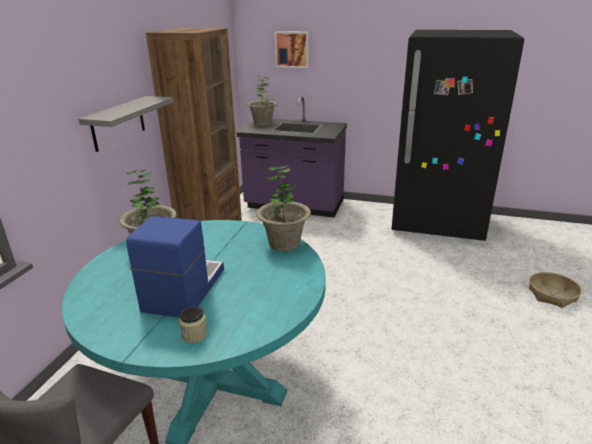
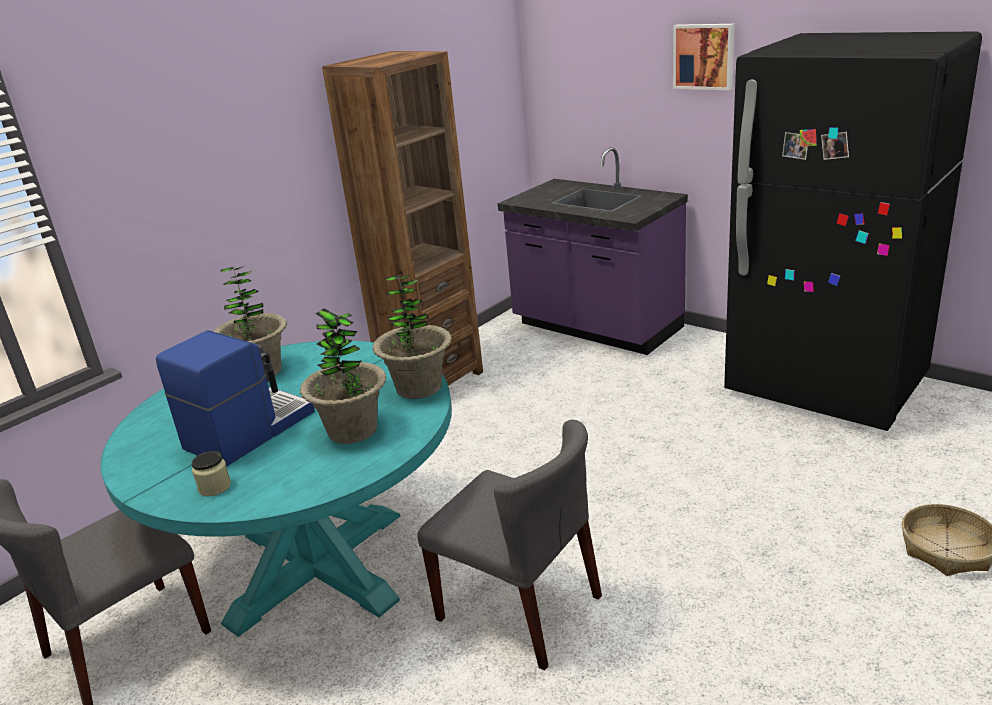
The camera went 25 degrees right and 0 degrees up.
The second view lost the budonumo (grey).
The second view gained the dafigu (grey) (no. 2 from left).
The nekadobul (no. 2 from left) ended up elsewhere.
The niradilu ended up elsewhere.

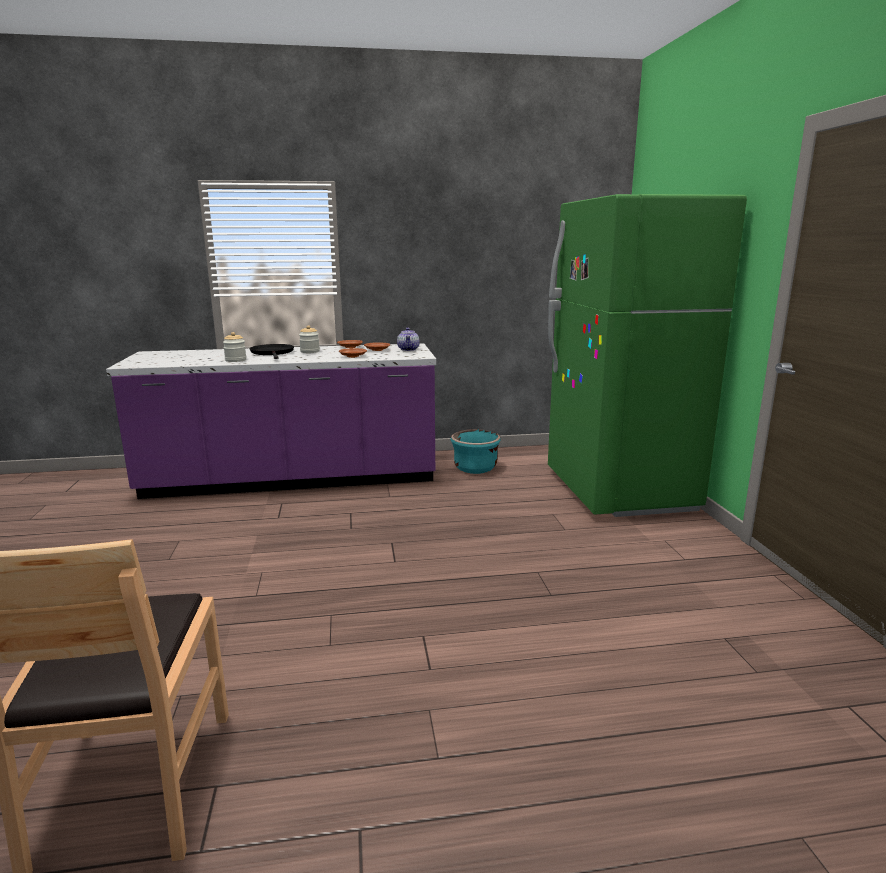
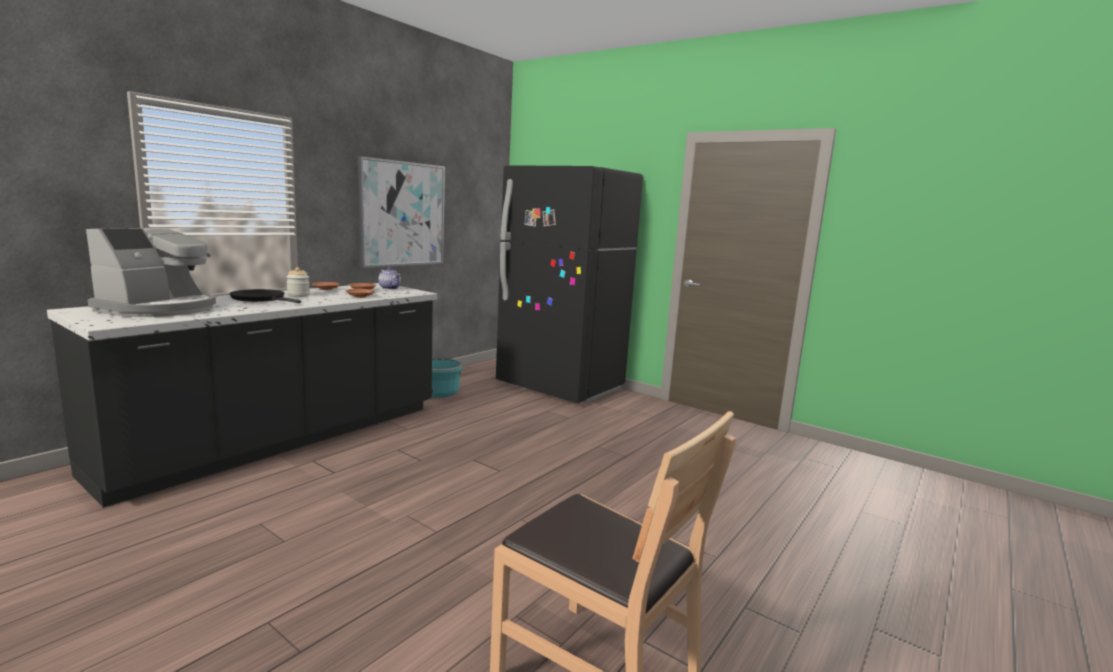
The camera went 45 degrees left and 5 degrees down.
The second view lost the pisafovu (no. 1 from left).
The second view gained the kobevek.
The second view gained the niradilu.
What was the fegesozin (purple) turned into the fegesozin (black).
What was the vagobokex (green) turned into the vagobokex (black).

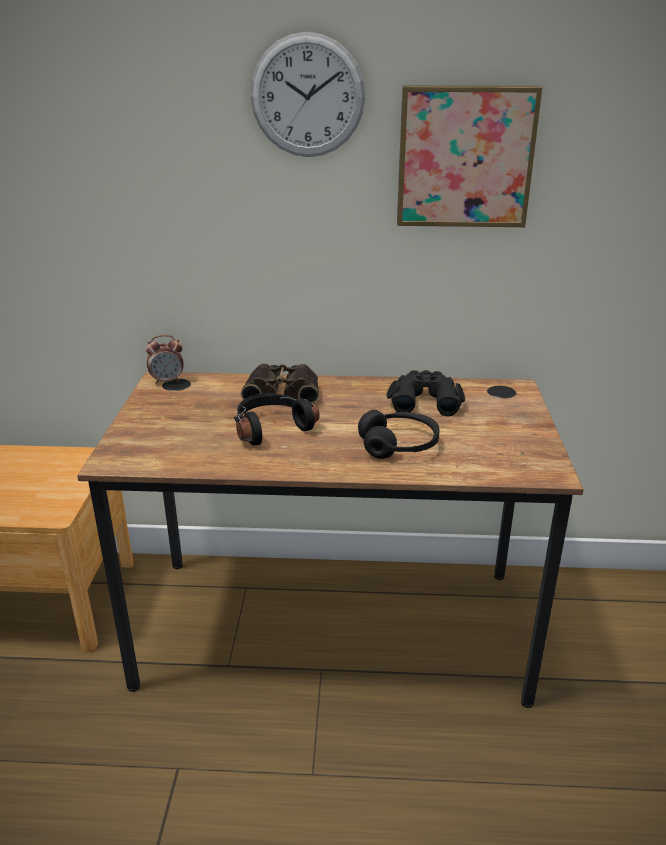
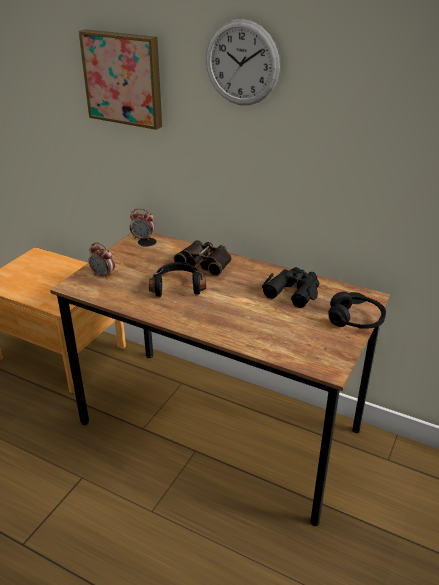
The camera went 25 degrees right and 5 degrees up.
The second view gained the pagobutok (no. 1 from left).
The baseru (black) (no. 2 from left) ended up elsewhere.
The niradilu ended up elsewhere.

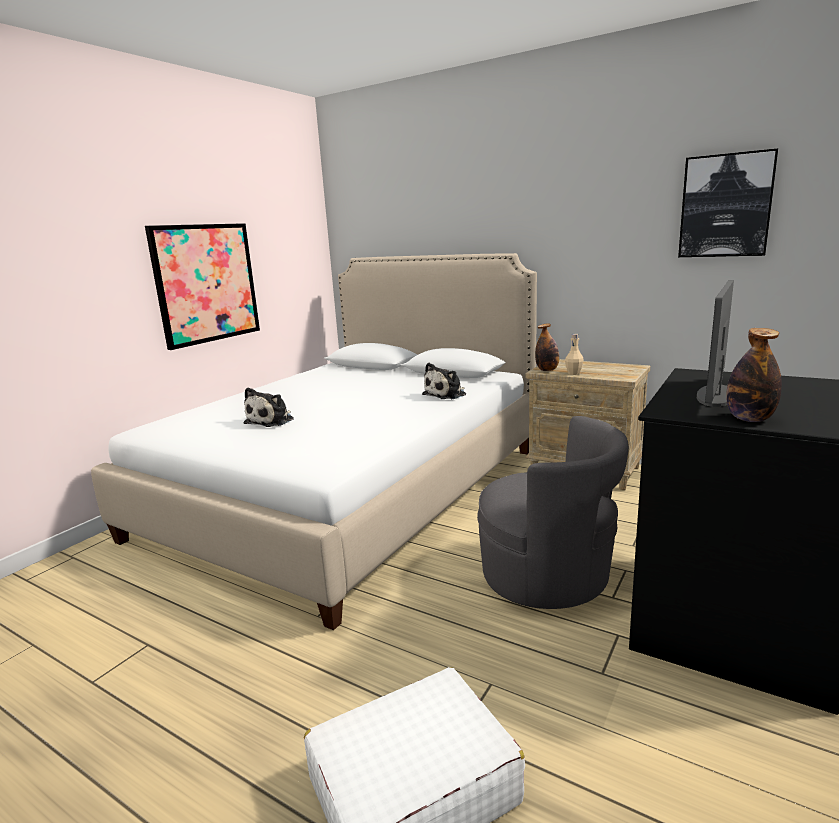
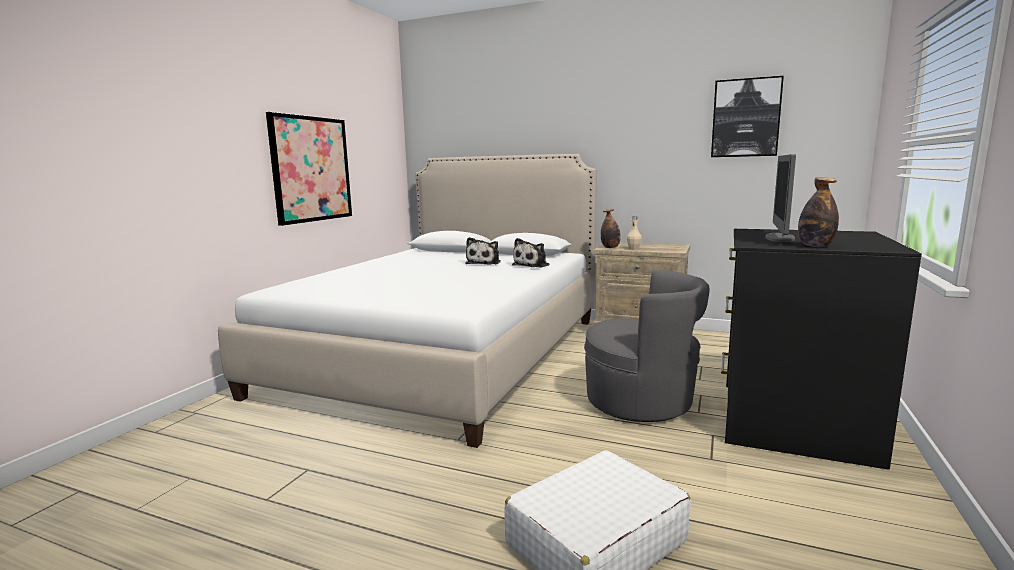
The camera went 10 degrees left and 5 degrees down.
The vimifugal (no. 1 from left) ended up elsewhere.

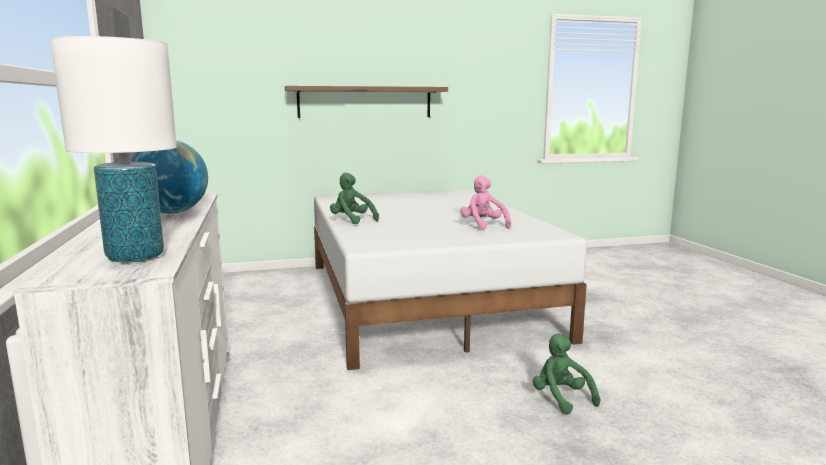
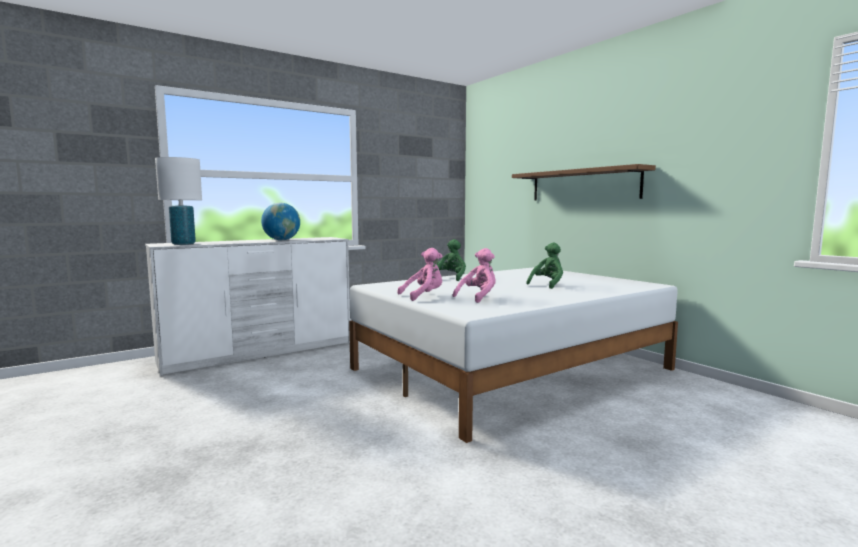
The camera went 70 degrees right and 5 degrees down.
The second view gained the vimifugal (pink) (no. 1 from left).
The vimifugal (green) (no. 2 from left) ended up elsewhere.

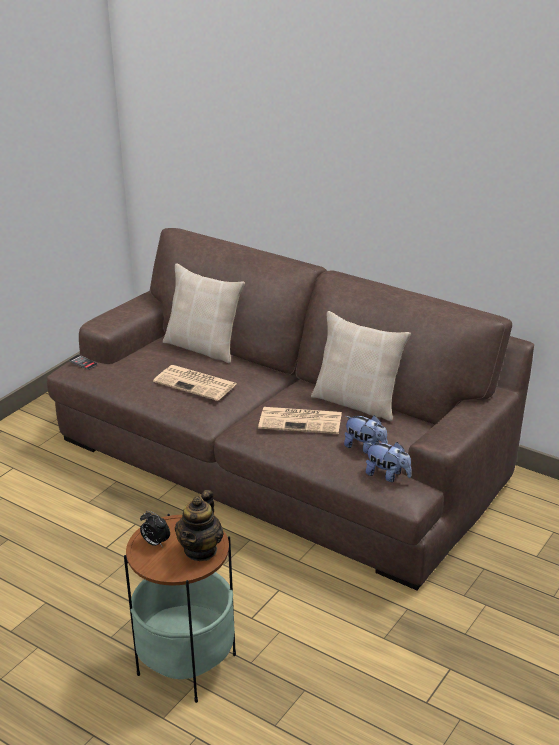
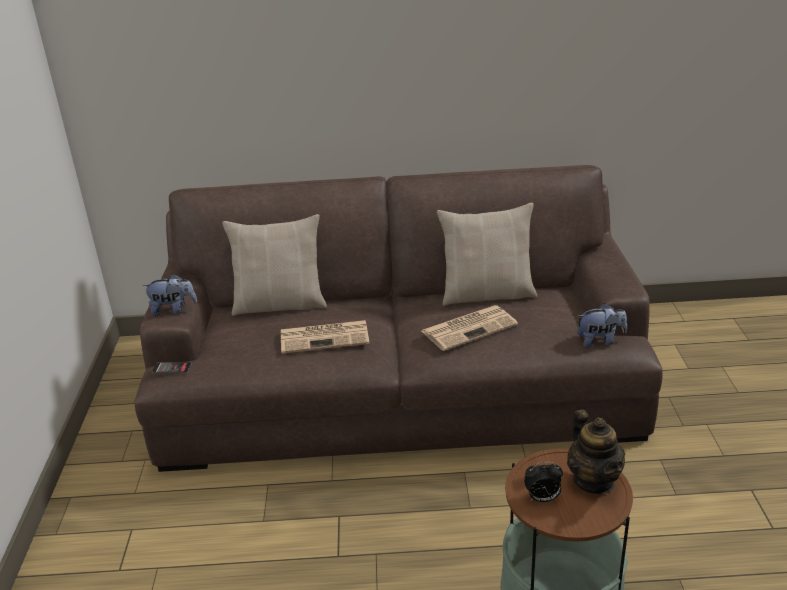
The camera went 35 degrees left and 0 degrees up.
The vimifugal (no. 1 from left) ended up elsewhere.

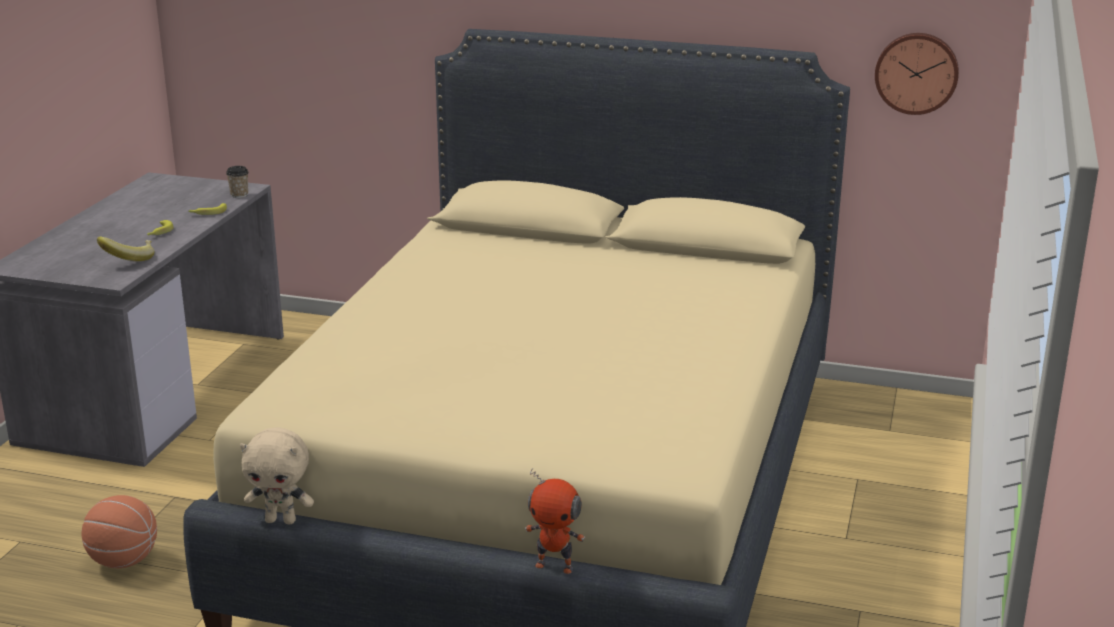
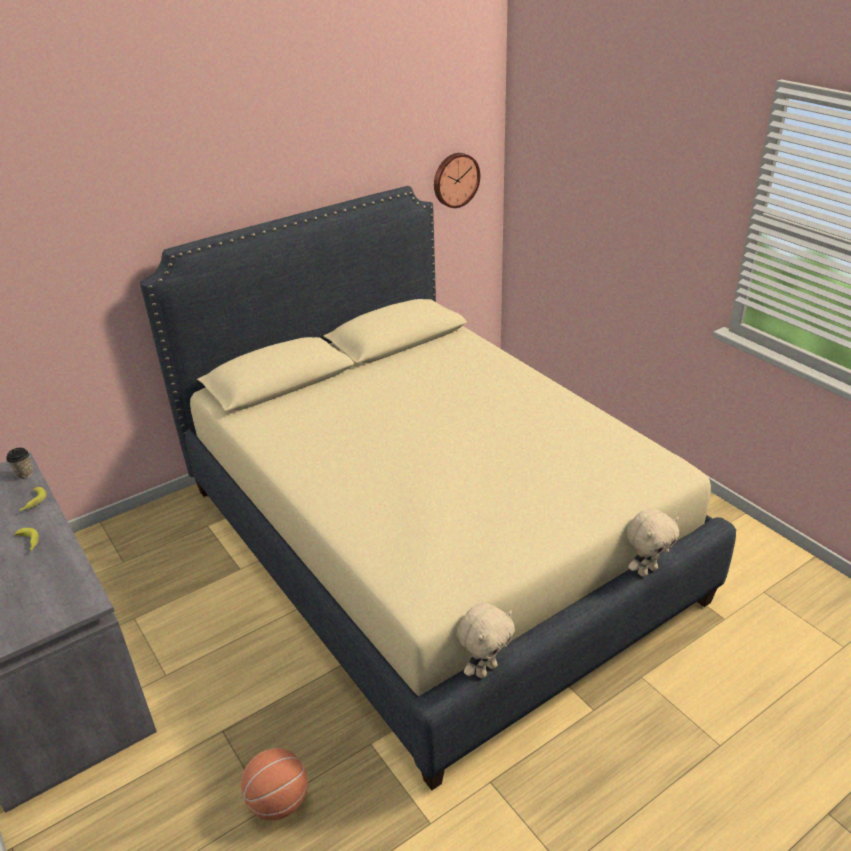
The camera went 50 degrees left and 10 degrees up.
The second view lost the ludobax (no. 1 from left).
Where the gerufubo stood, the vimifugal (beige) (no. 2 from left) came to stand.

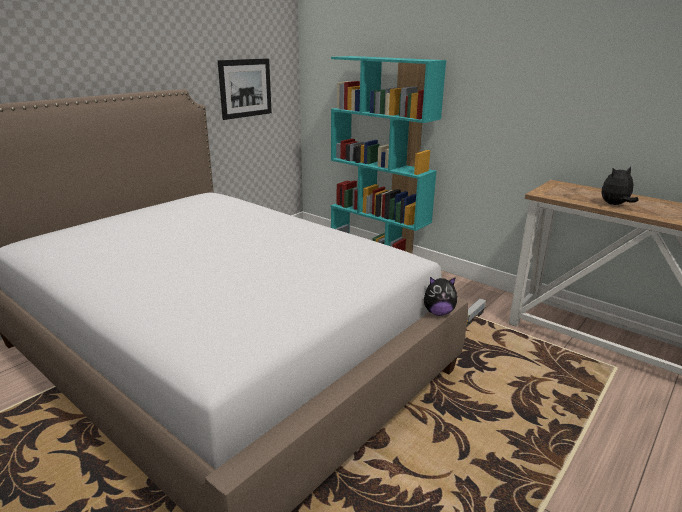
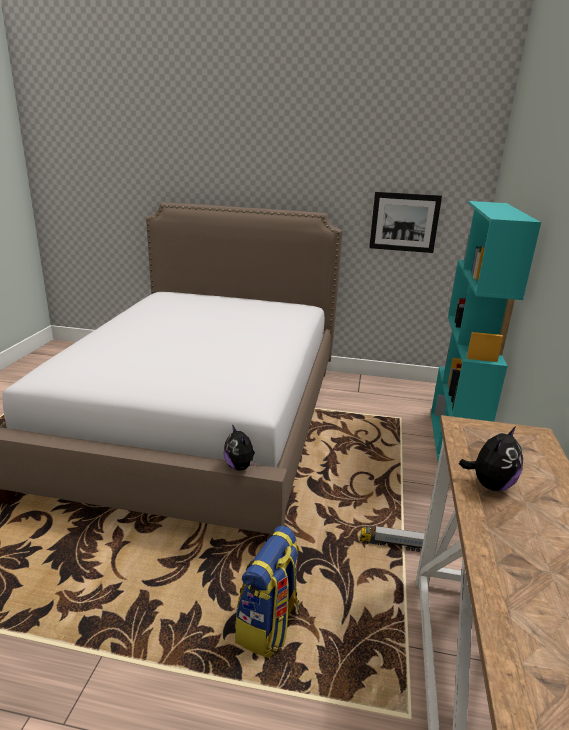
The camera went 60 degrees right and 0 degrees up.
The second view gained the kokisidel.
The vimifugal (no. 2 from left) ended up facing another way, 90 degrees clockwise from before.

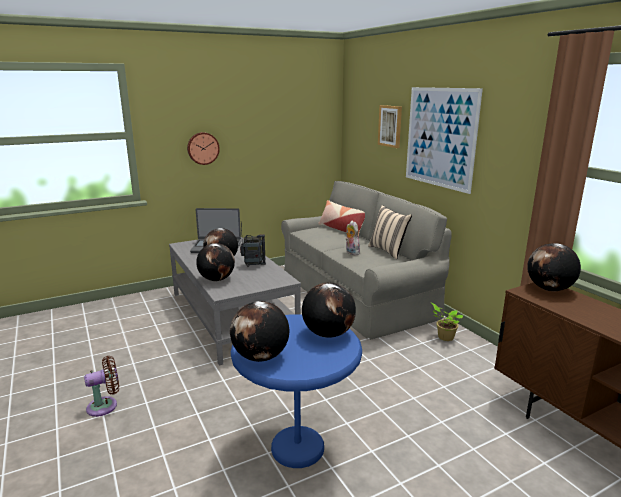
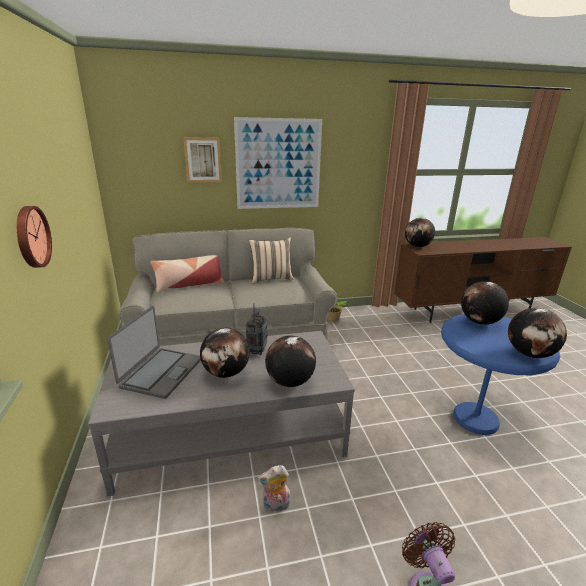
The camera went 75 degrees left and 5 degrees up.
The vimifugal ended up elsewhere.

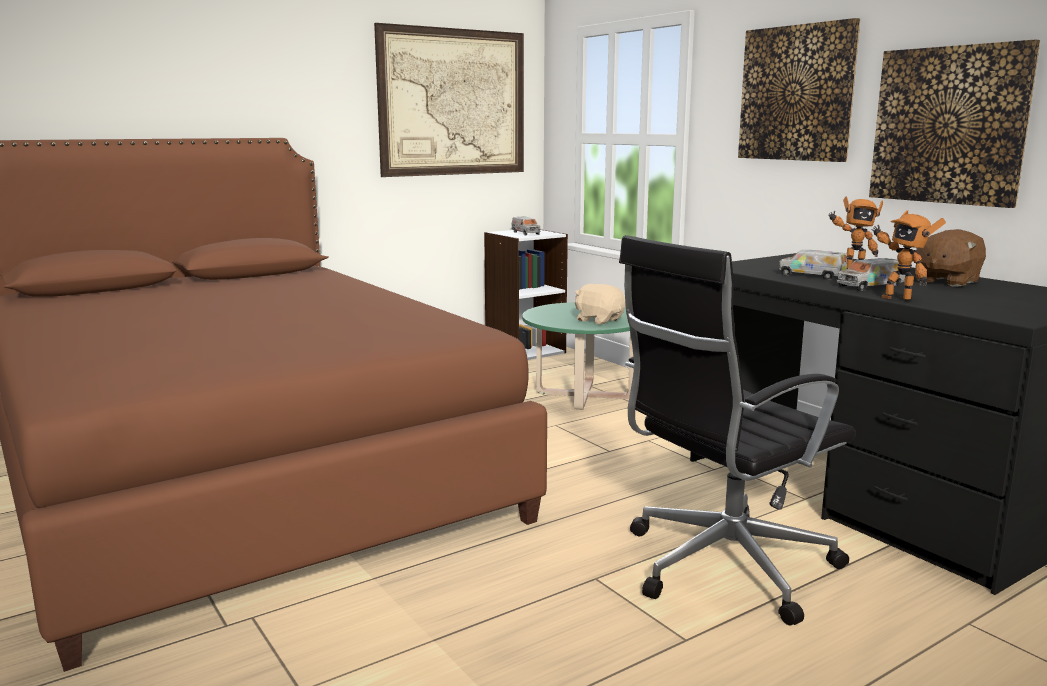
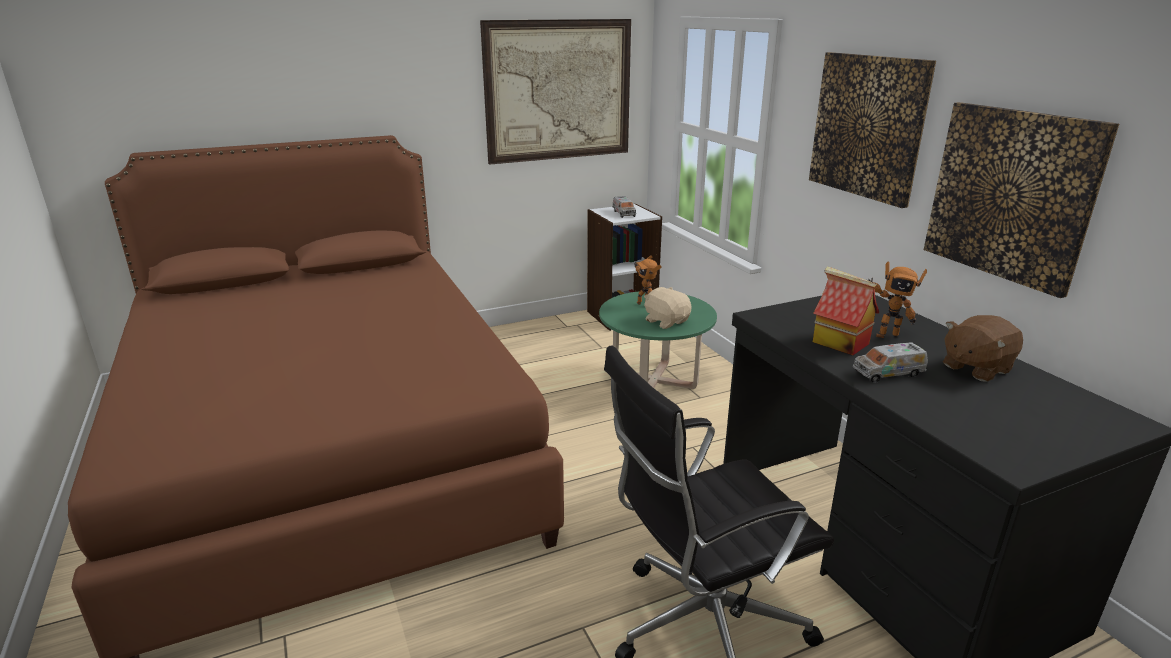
The camera went 10 degrees right and 10 degrees up.
The gerufubo (no. 2 from left in the first image) ended up elsewhere.
Where the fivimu (no. 2 from left) stood, the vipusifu came to stand.

